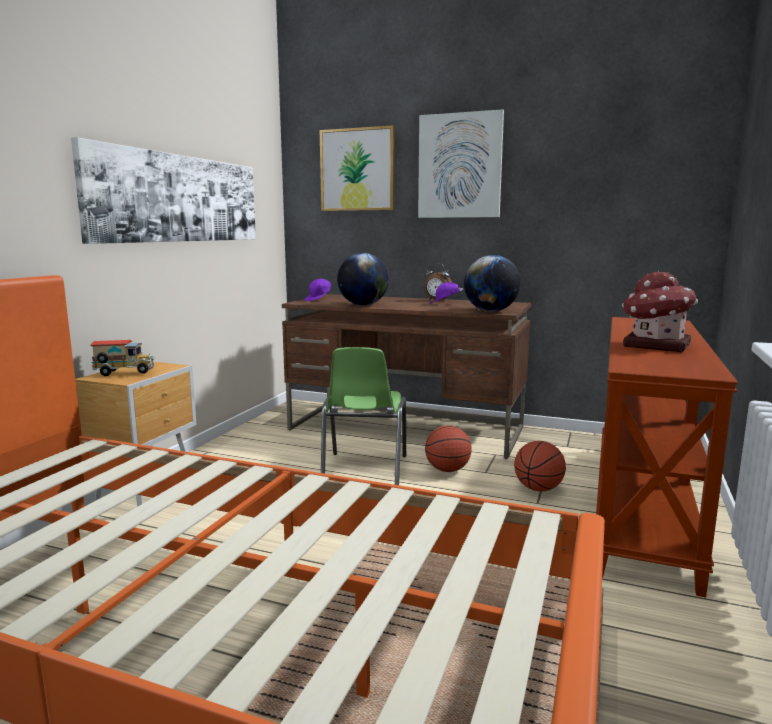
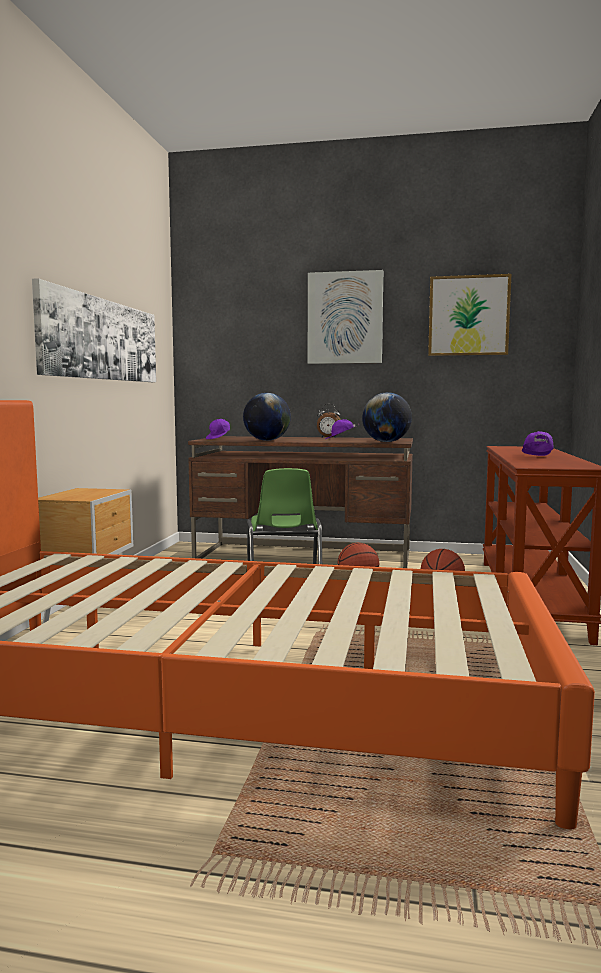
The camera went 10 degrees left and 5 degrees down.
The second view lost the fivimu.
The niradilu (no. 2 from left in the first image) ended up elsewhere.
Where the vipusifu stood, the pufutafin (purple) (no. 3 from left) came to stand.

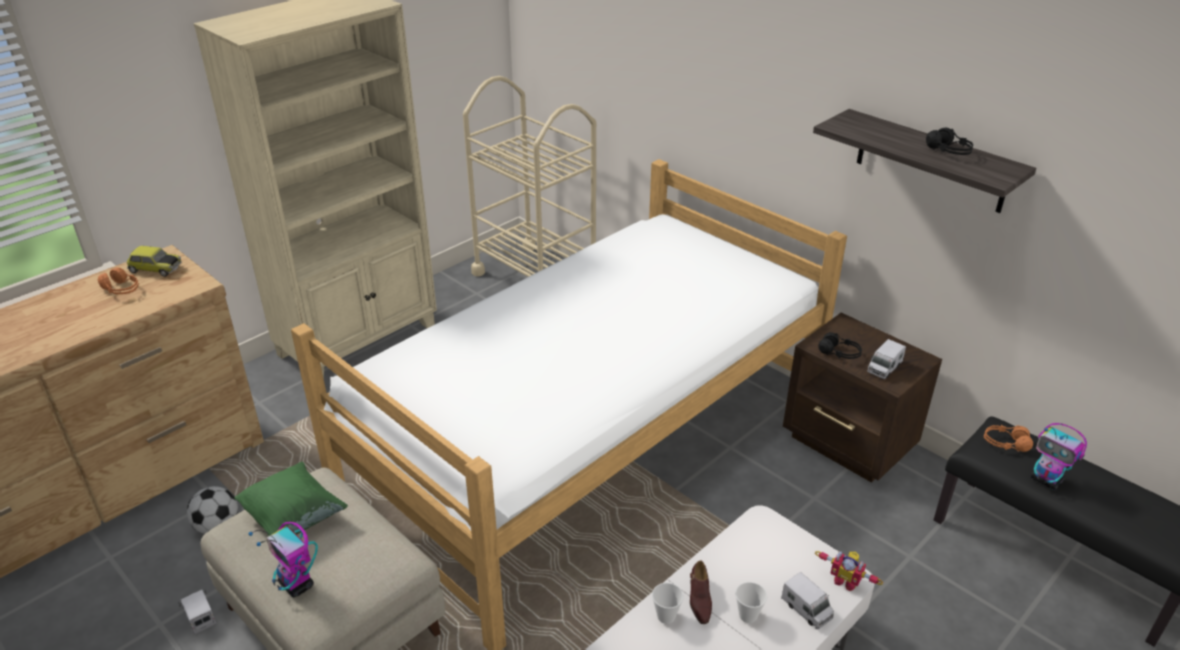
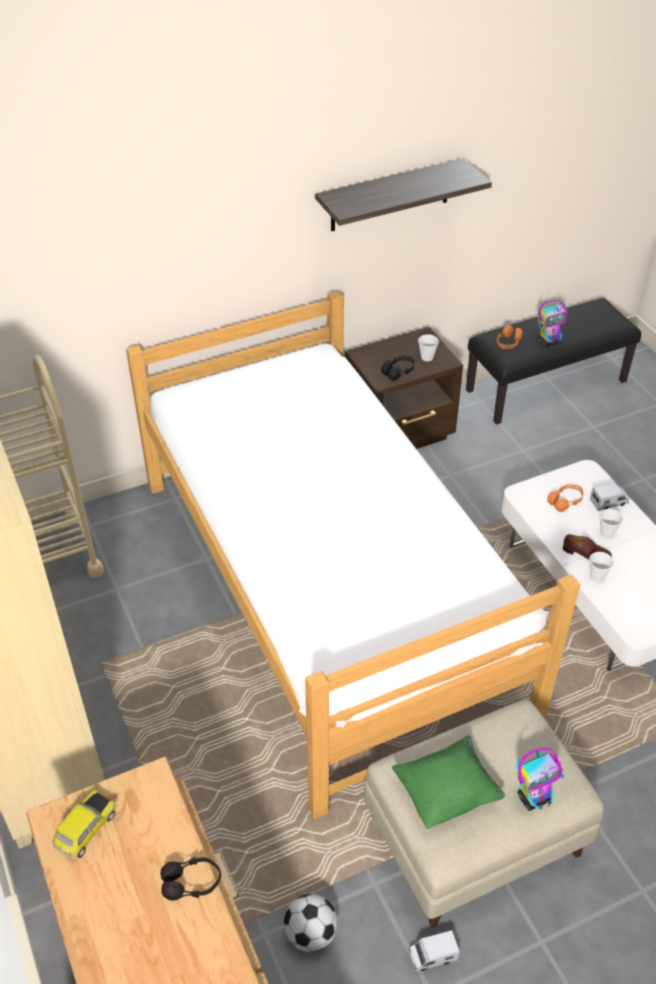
The camera went 70 degrees left and 10 degrees up.
The second view lost the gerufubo (no. 2 from left).
The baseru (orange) (no. 1 from left in the first image) ended up elsewhere.
The baseru (black) (no. 2 from left in the first image) ended up elsewhere.
Where the fivimu (no. 3 from left) stood, the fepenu (no. 1 from left) came to stand.

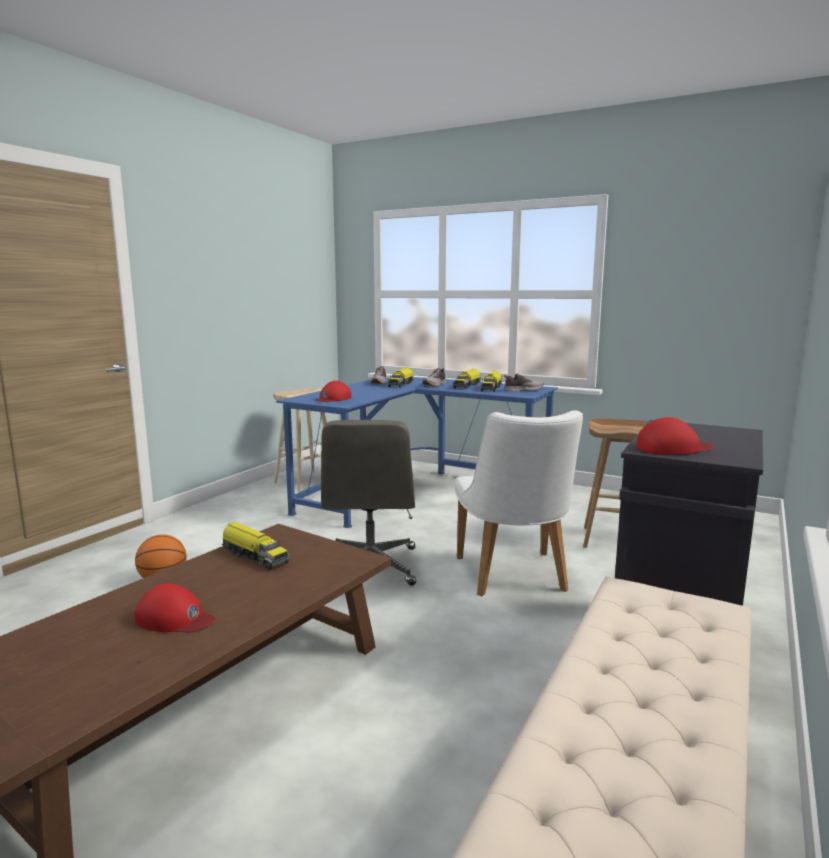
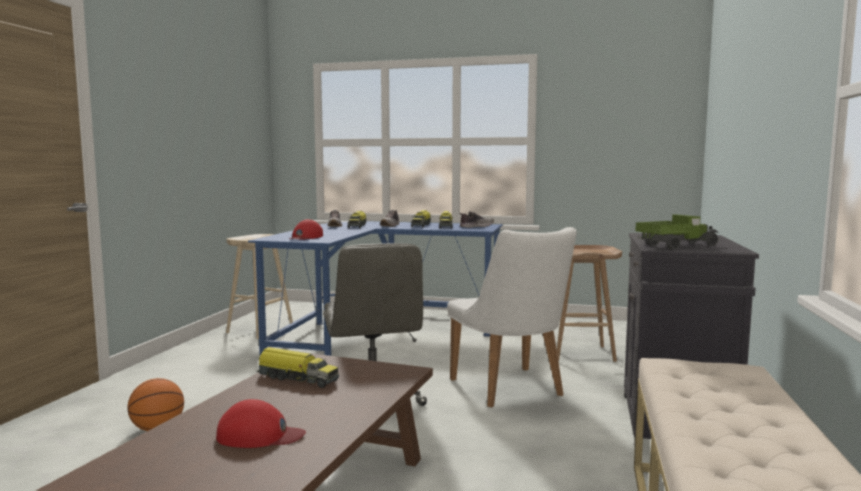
The camera went 15 degrees left and 5 degrees down.
Where the pufutafin (red) (no. 3 from left) stood, the fivimu (no. 5 from left) came to stand.

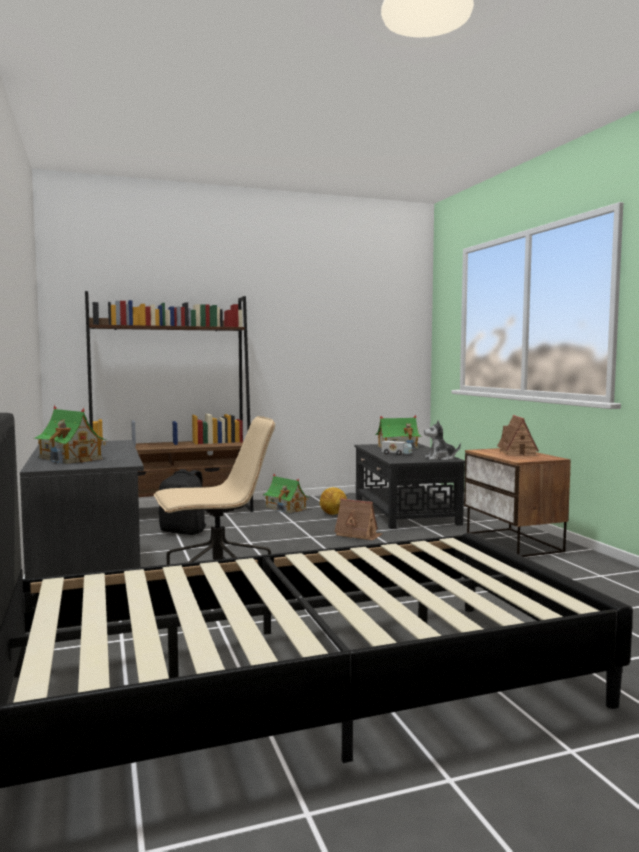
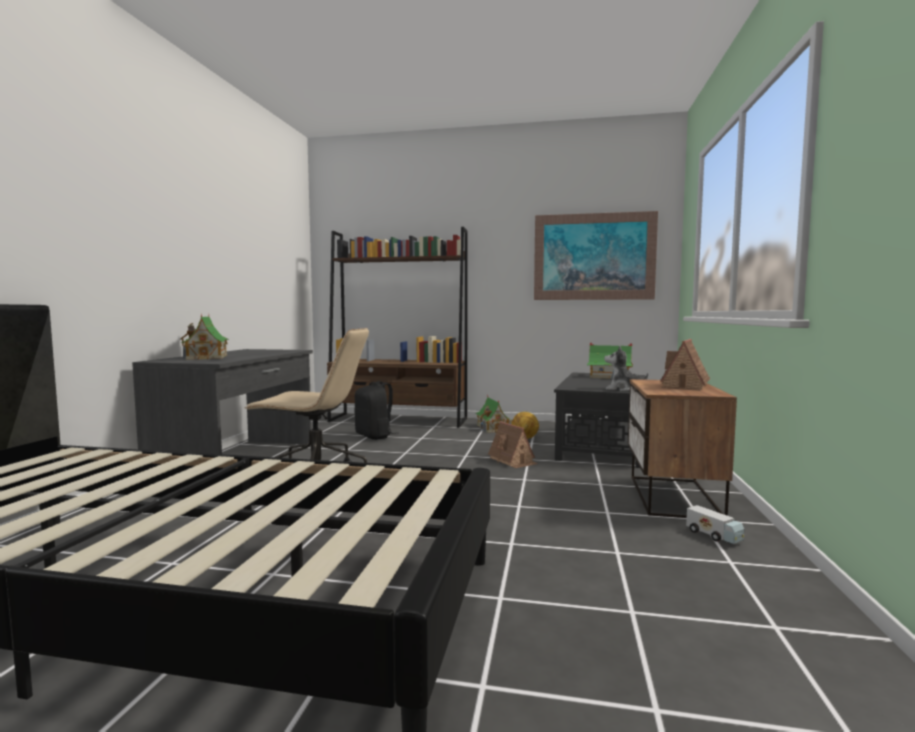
The camera went 30 degrees right and 0 degrees up.
The second view gained the niradilu.
The fivimu ended up elsewhere.

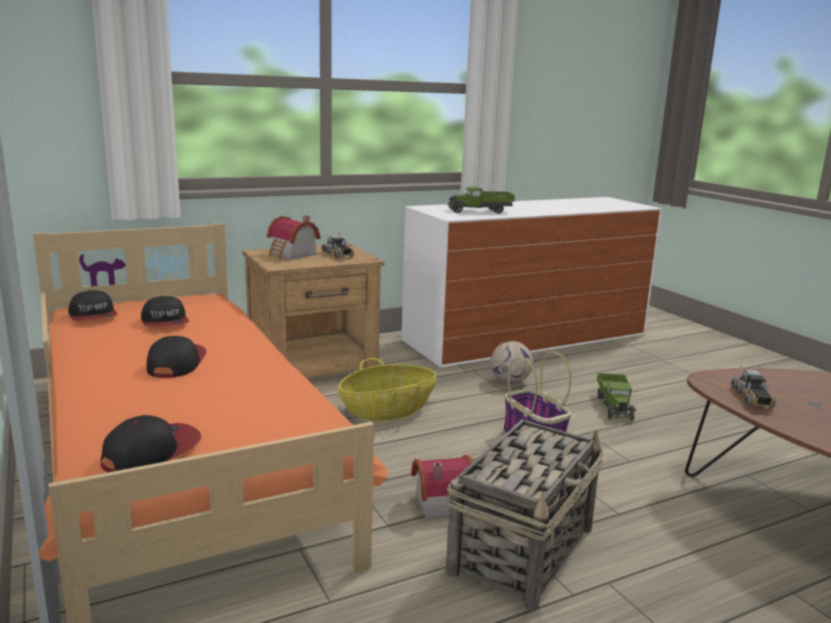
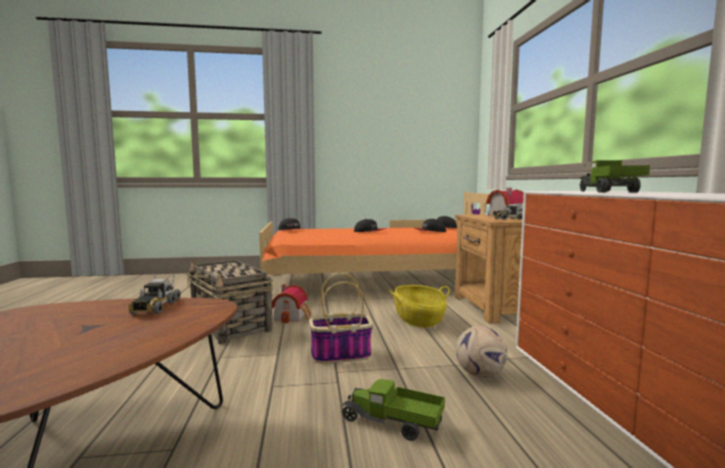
The camera went 110 degrees right and 10 degrees down.
The fivimu (no. 4 from left in the first image) ended up facing another way, 120 degrees counterclockwise from before.

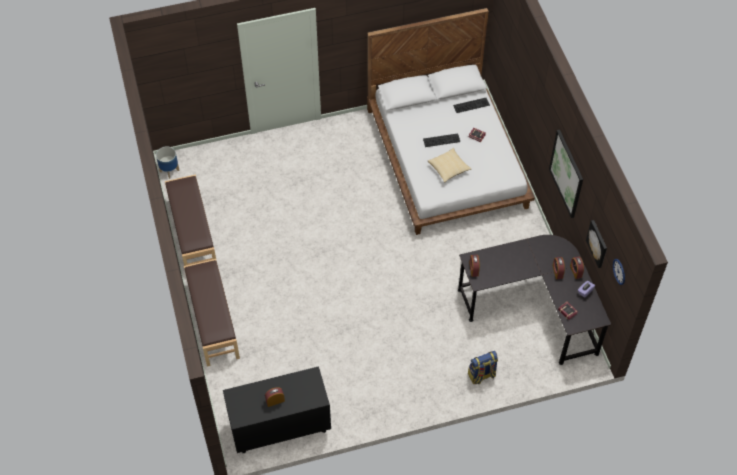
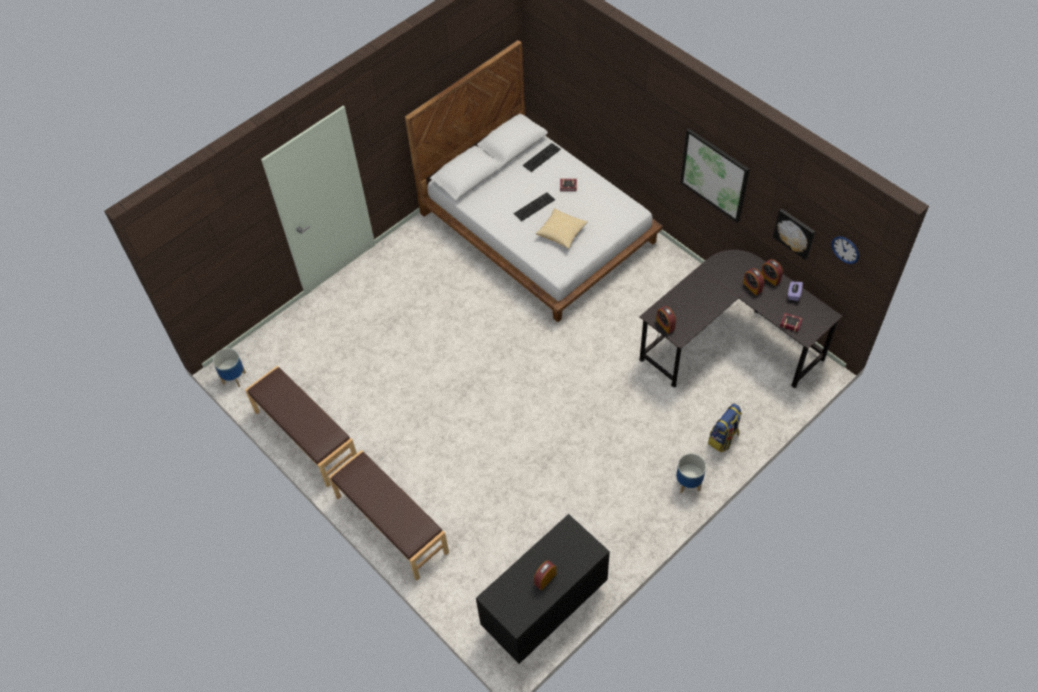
The camera went 25 degrees left and 0 degrees up.
The second view gained the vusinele (no. 2 from left).

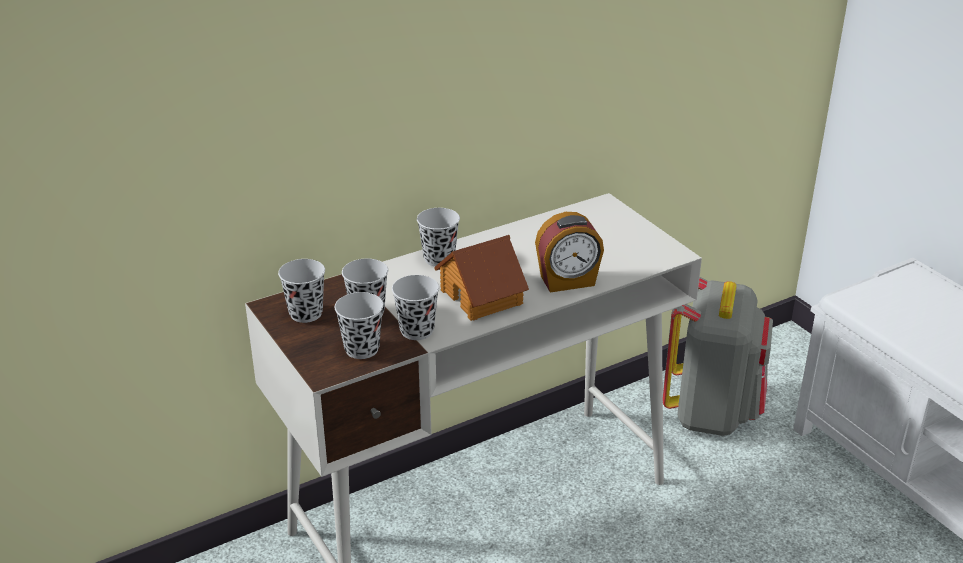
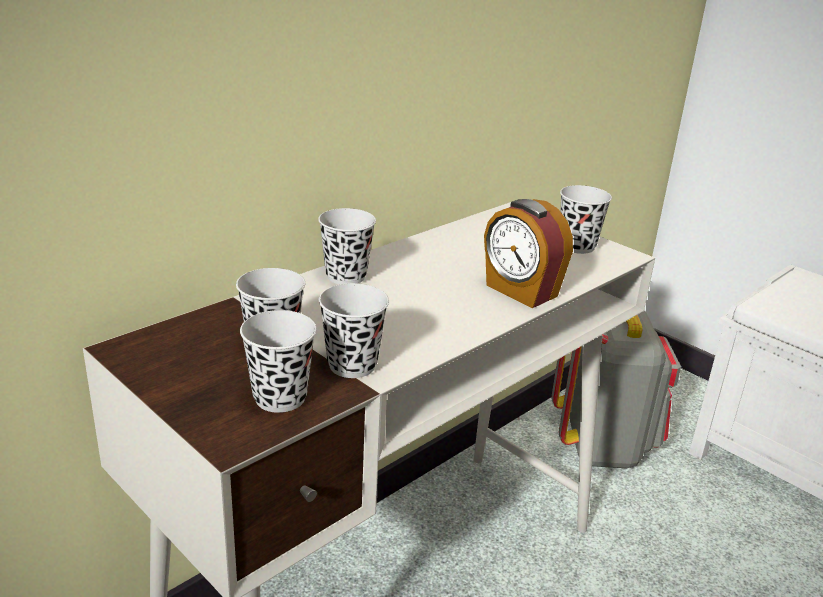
The camera went 15 degrees left and 5 degrees down.
The second view lost the vipusifu.
The fepenu (black) (no. 1 from left in the first image) ended up elsewhere.
The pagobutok ended up facing another way, 75 degrees clockwise from before.

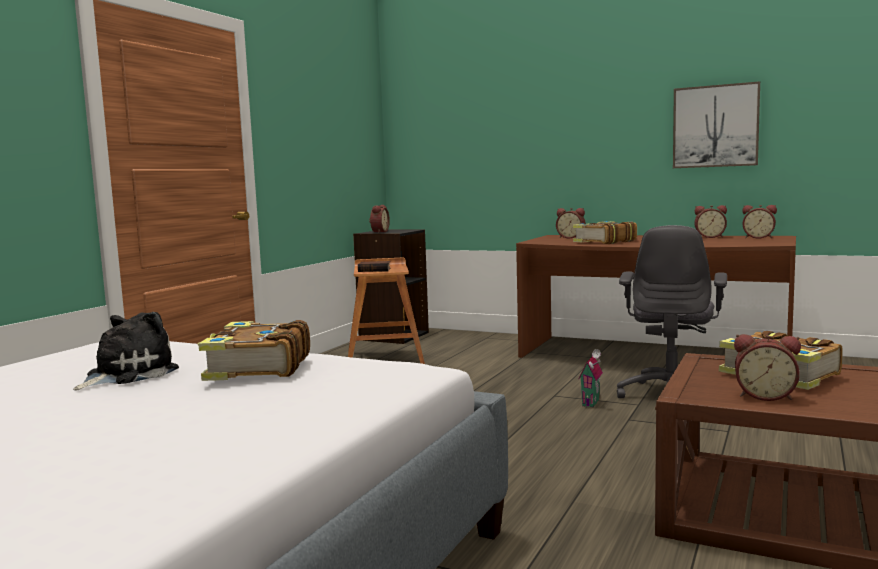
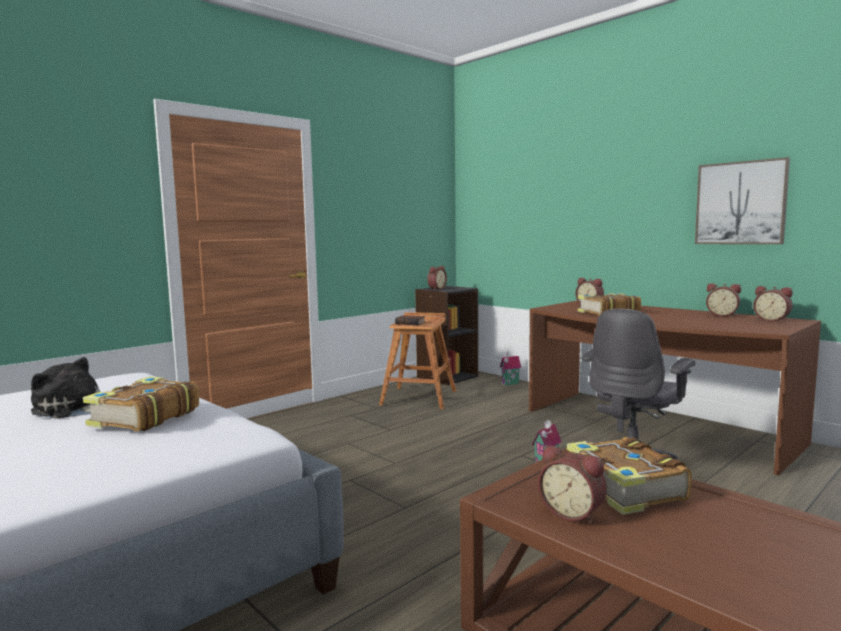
The camera went 20 degrees right and 0 degrees up.
The second view gained the vipusifu (no. 1 from left).
The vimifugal ended up facing another way, 120 degrees counterclockwise from before.

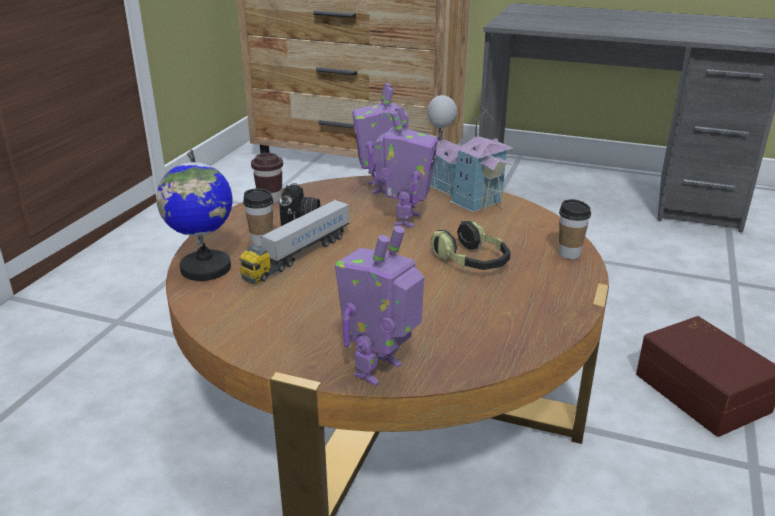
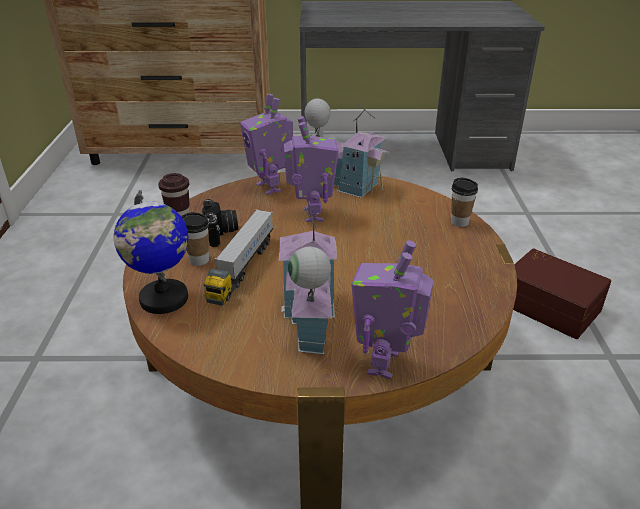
The camera went 20 degrees left and 5 degrees up.
The second view lost the baseru.
The second view gained the vipusifu (no. 1 from left).

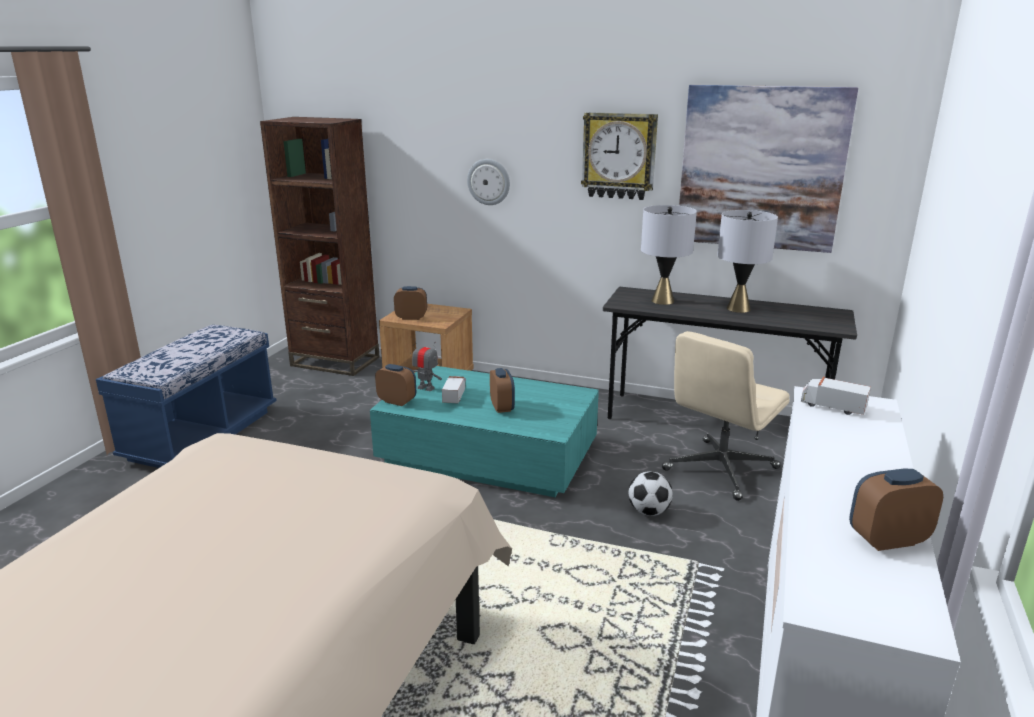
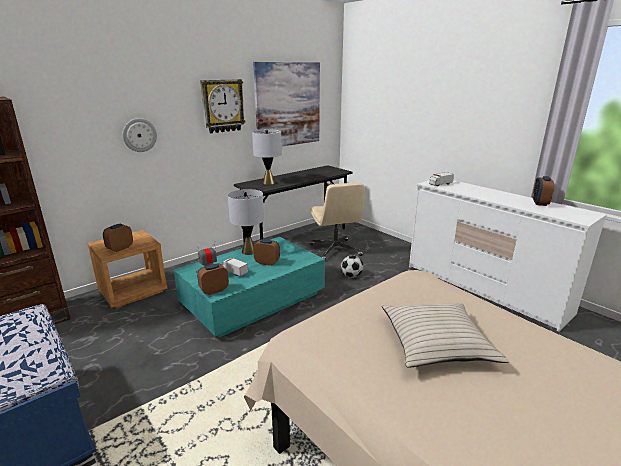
The camera went 60 degrees left and 0 degrees up.
The second view gained the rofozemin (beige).
The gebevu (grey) (no. 2 from left in the first image) ended up elsewhere.

